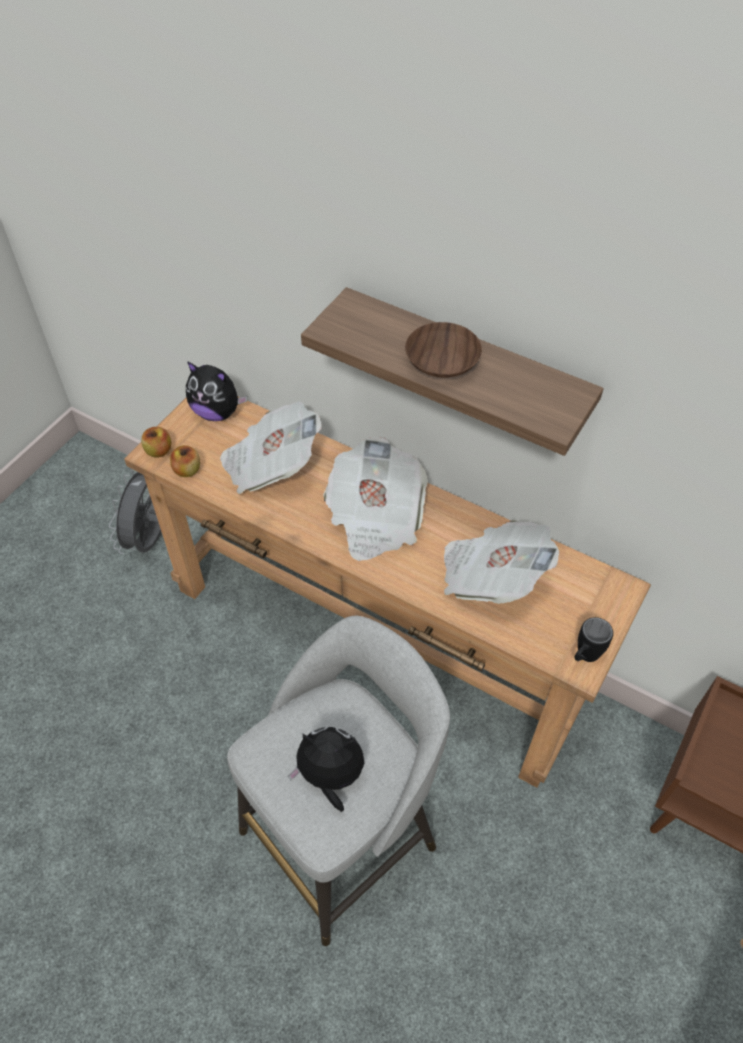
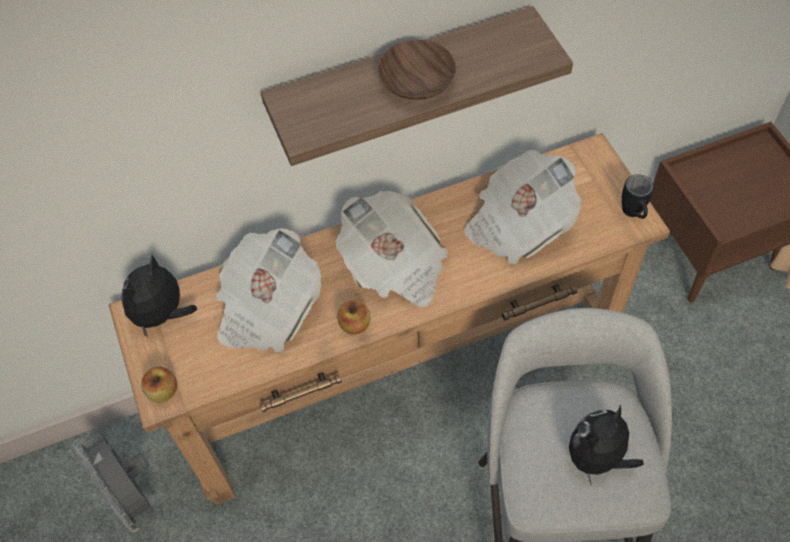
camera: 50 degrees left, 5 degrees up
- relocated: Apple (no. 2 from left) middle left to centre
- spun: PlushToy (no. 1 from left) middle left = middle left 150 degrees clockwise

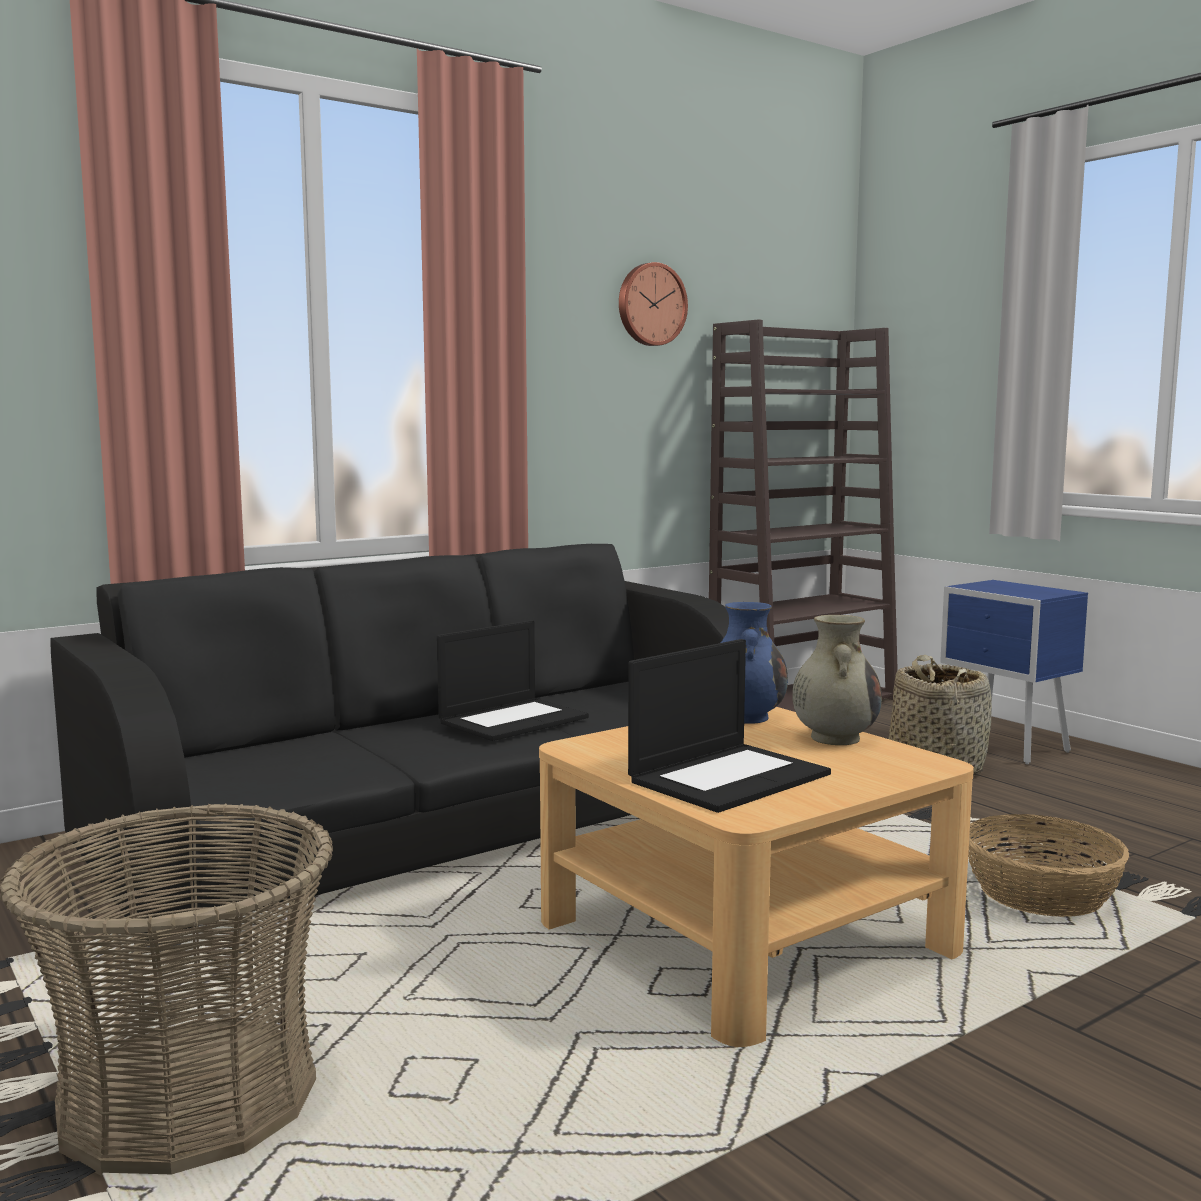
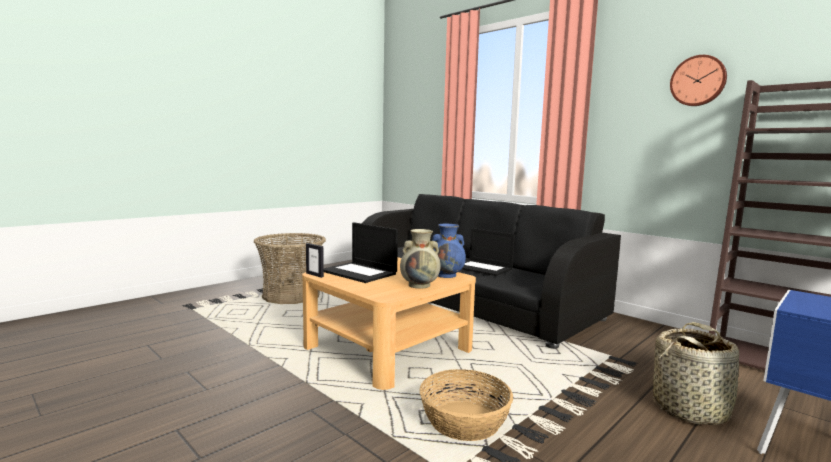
camera: 80 degrees right, 0 degrees up
- appeared: PictureFrame centre

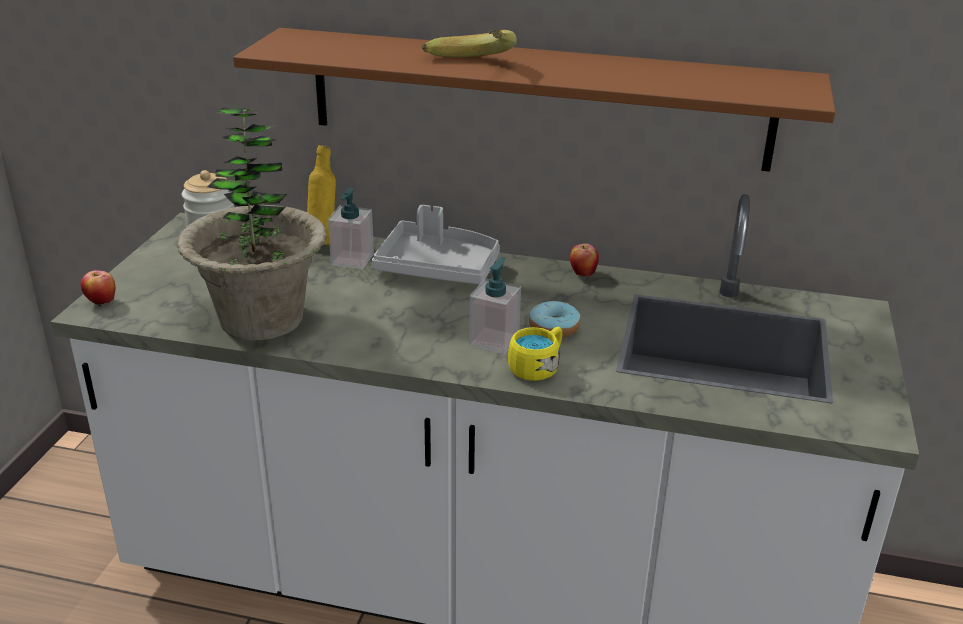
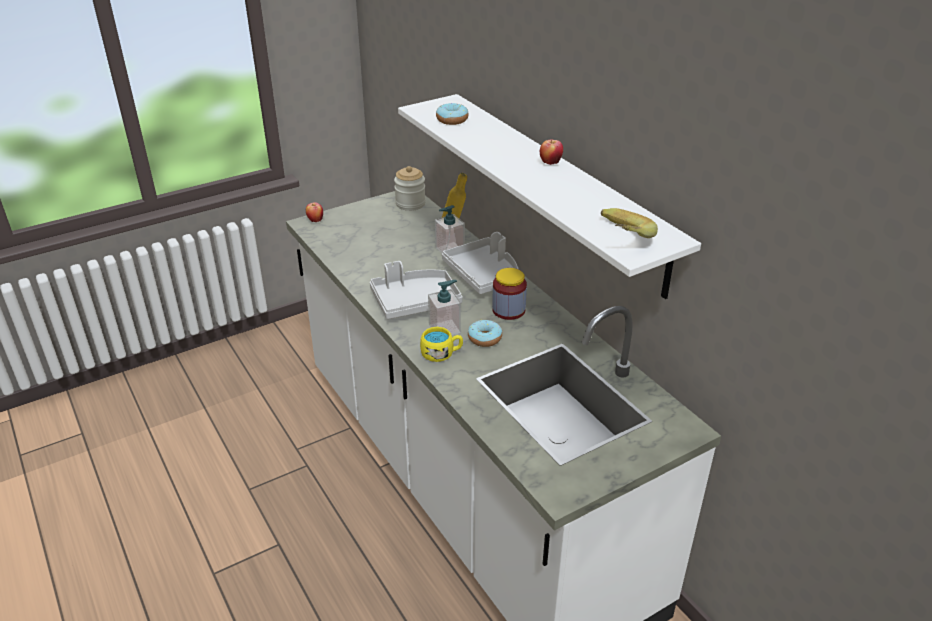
camera: 45 degrees right, 5 degrees up
- missing: PlantInAPot middle left
- colour: BrownishShelf top centre to WhiteShelf top centre
- relocated: WholeBanana top centre to middle right
- relocated: Apple (no. 2 from left) centre to top centre
- appeared: GreyishServingTray (no. 1 from left) centre
- appeared: Donut (no. 1 from left) top centre
- appeared: PreserveJar (no. 2 from left) centre

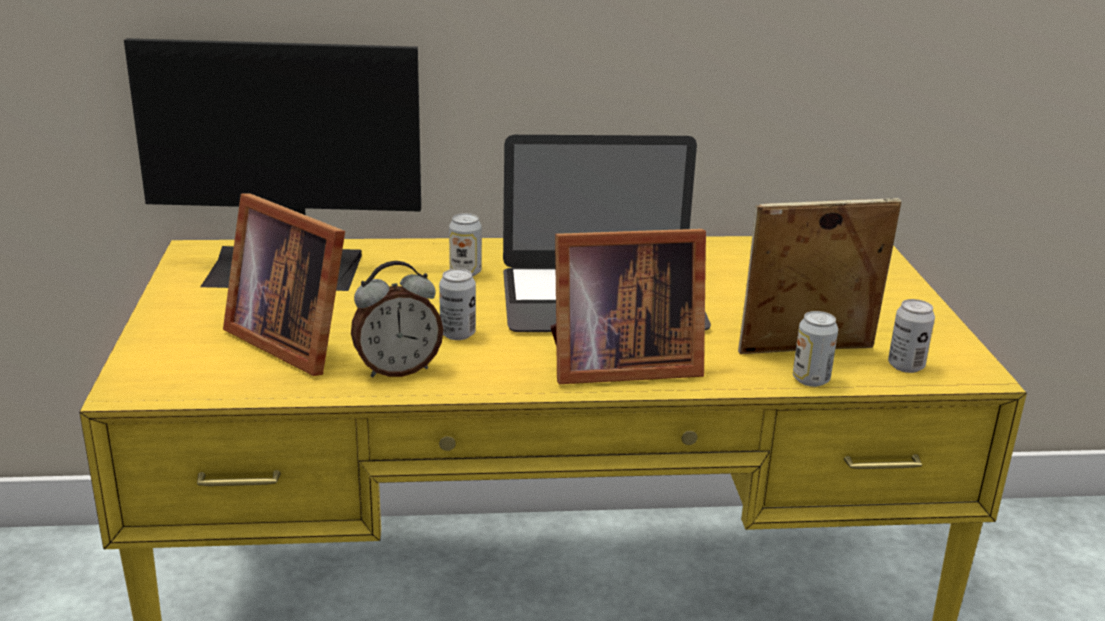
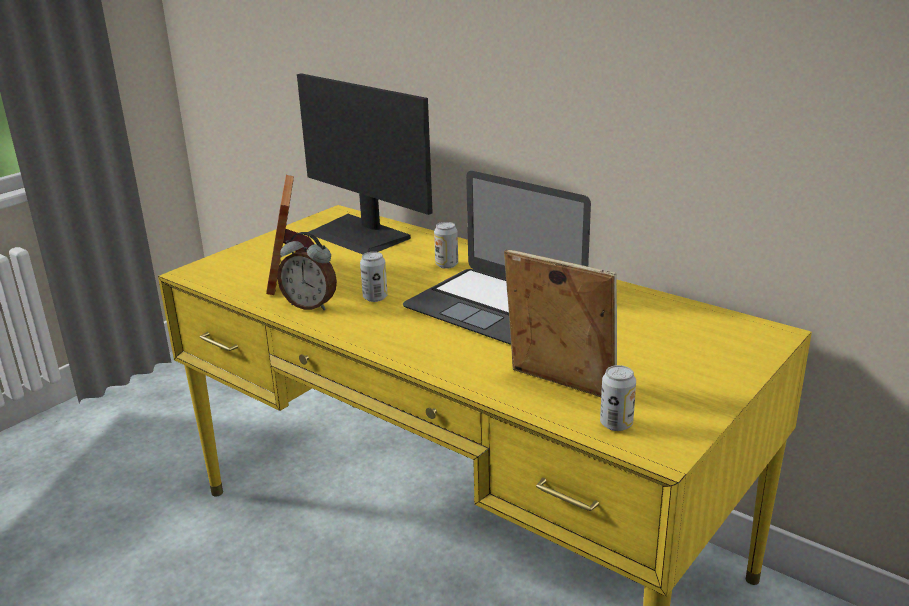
camera: 45 degrees right, 0 degrees up
- missing: PictureFrame (no. 2 from left) centre
- missing: SealedCan (no. 3 from left) middle right

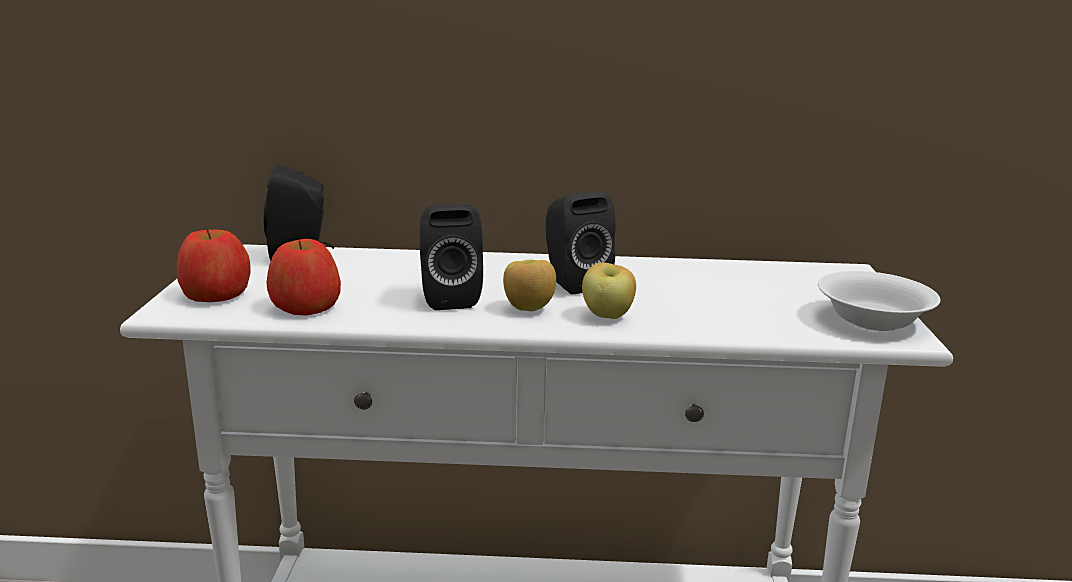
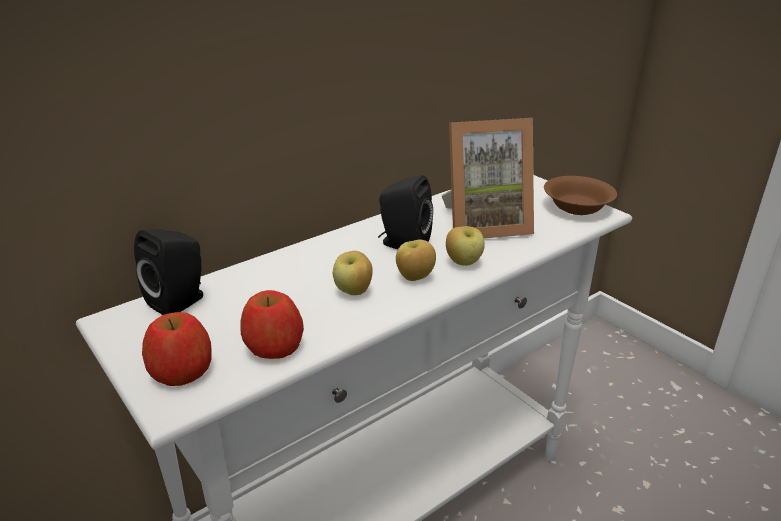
camera: 40 degrees left, 10 degrees up
- exchanged: BlackishAudioSpeaker (no. 2 from left) centre to Apple (no. 3 from left) centre
- colour: WhiteDeepDish middle right to BrownishDeepDish middle right
- appeared: PictureFrame centre

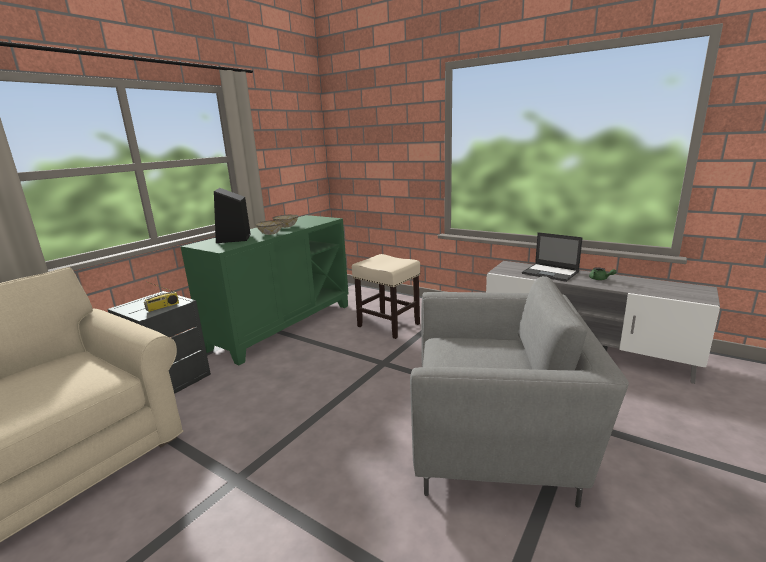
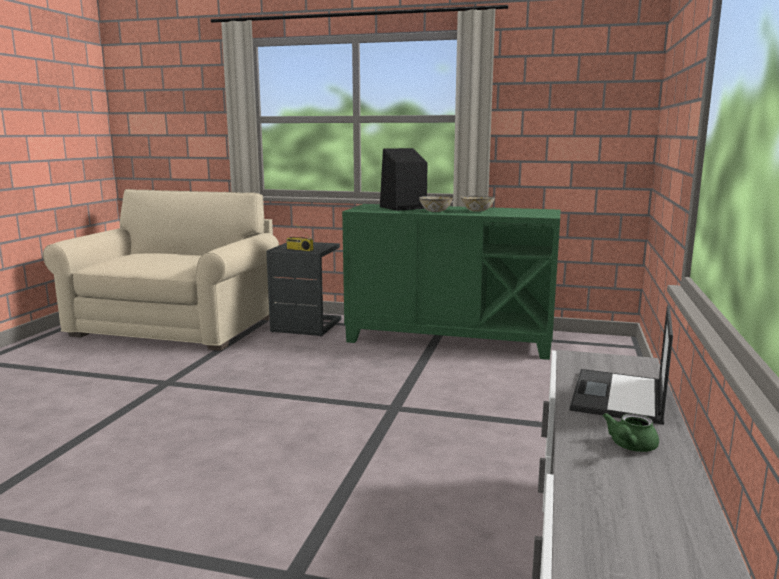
camera: 70 degrees right, 5 degrees down
- missing: BeigeSittingStool centre
- missing: GreyishLoungeChair bottom right

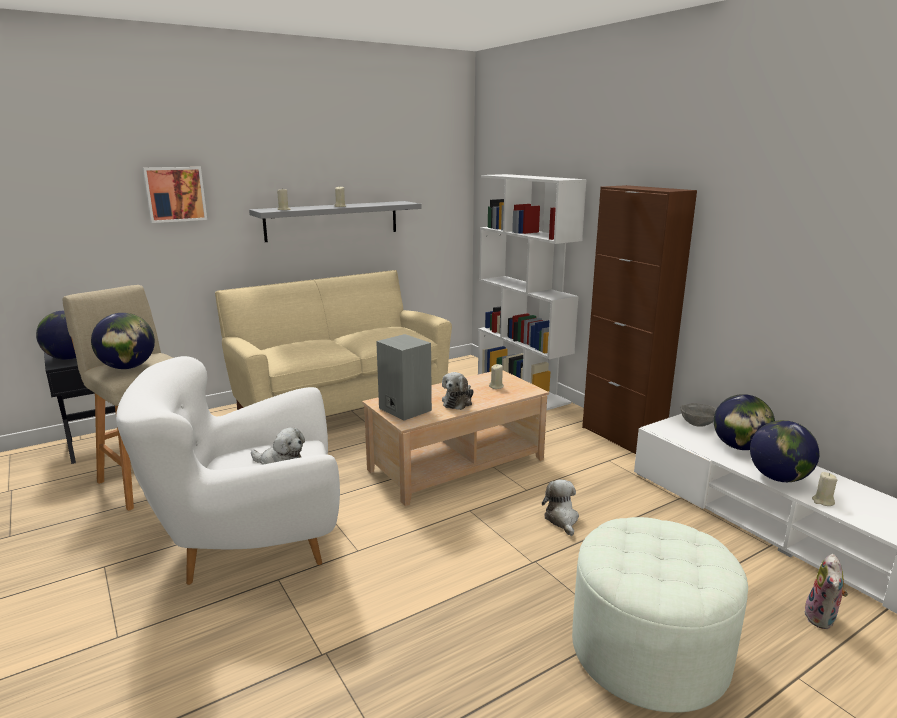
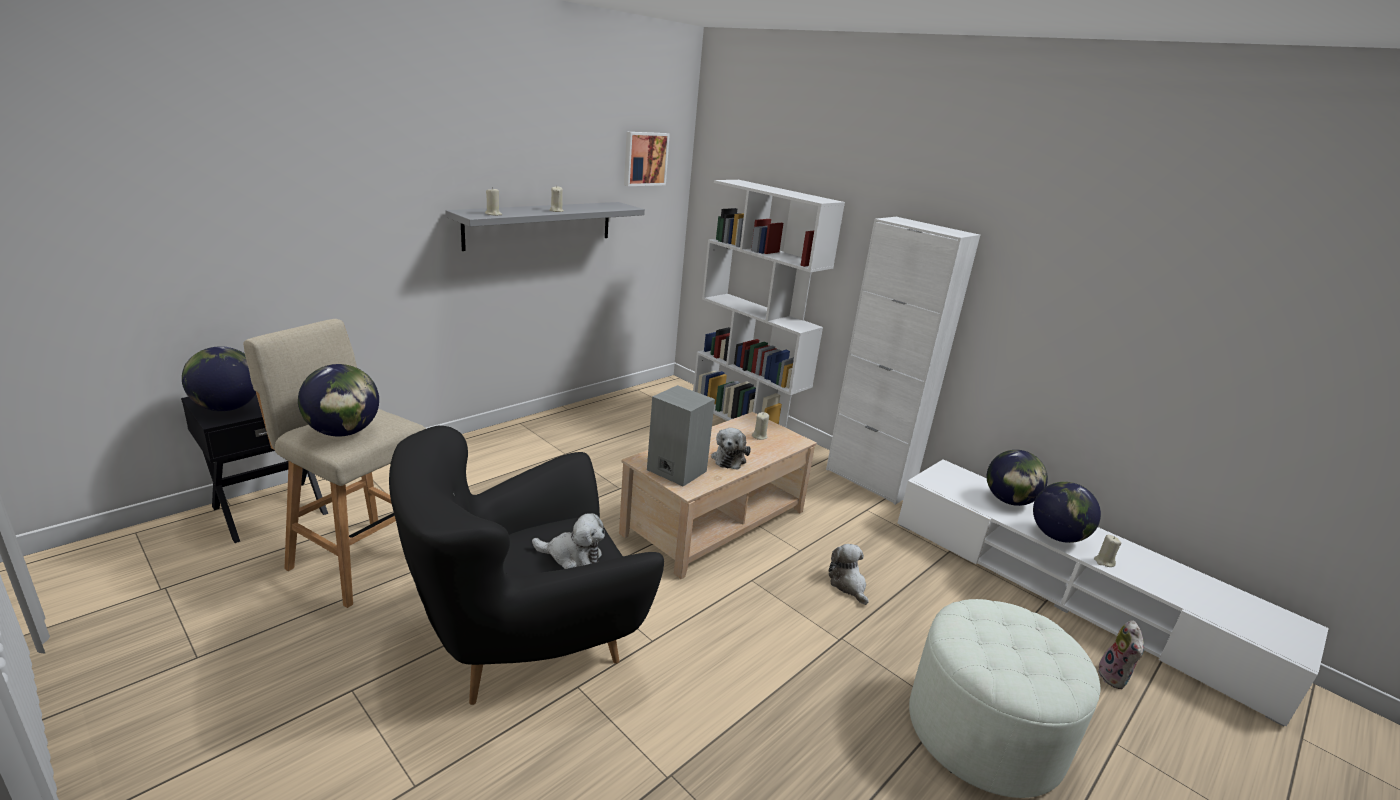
camera: 15 degrees left, 5 degrees up
- colour: WhiteLoungeChair middle left to BlackishLoungeChair bottom centre
- relocated: Picture top left to top centre
- missing: BeigeSofa centre
- colour: BrownishCabinet middle right to WhiteCabinet centre
- missing: GreyishDeepDish middle right

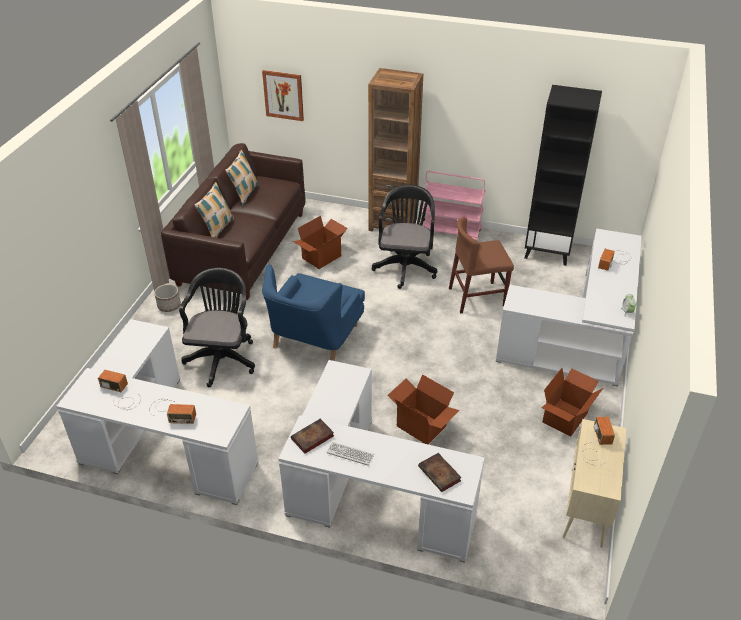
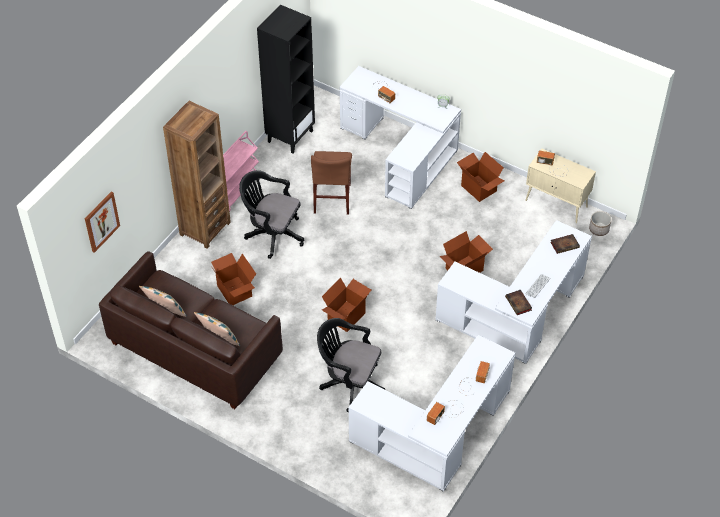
camera: 75 degrees left, 10 degrees up
- relocated: Planter middle left to middle right
- exchanged: BluishLoungeChair centre to PackingBox (no. 2 from left) centre

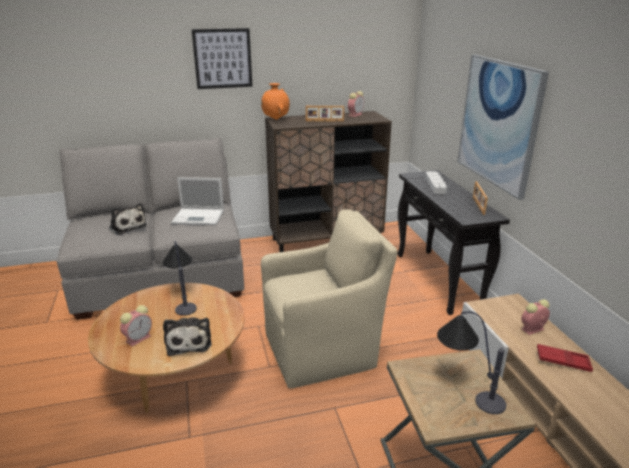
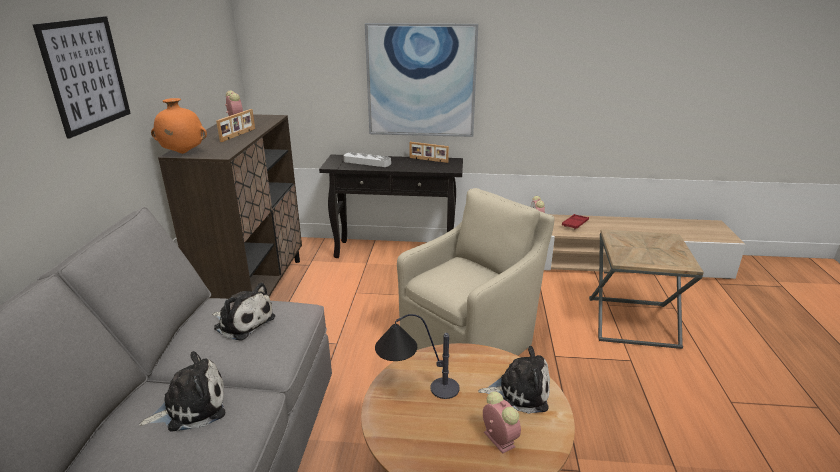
camera: 70 degrees left, 0 degrees up
- exchanged: NotebookComputer middle left to PlushToy (no. 2 from left) middle left
- spun: BeigeLoungeChair centre = centre 45 degrees clockwise
- missing: LampForATable (no. 2 from left) bottom right

